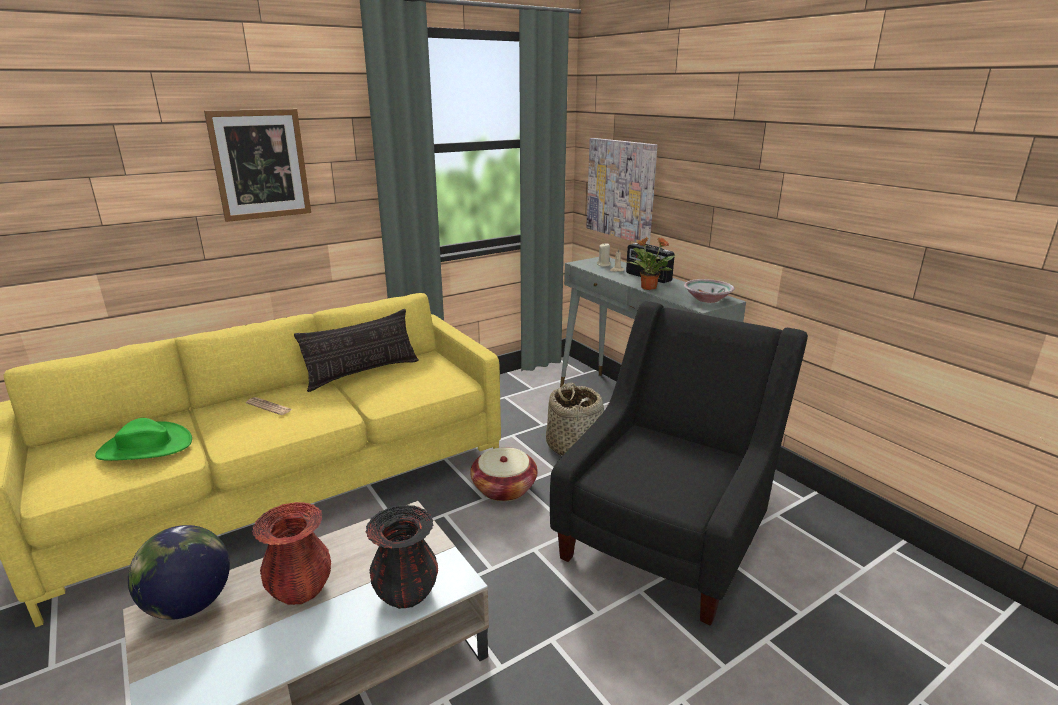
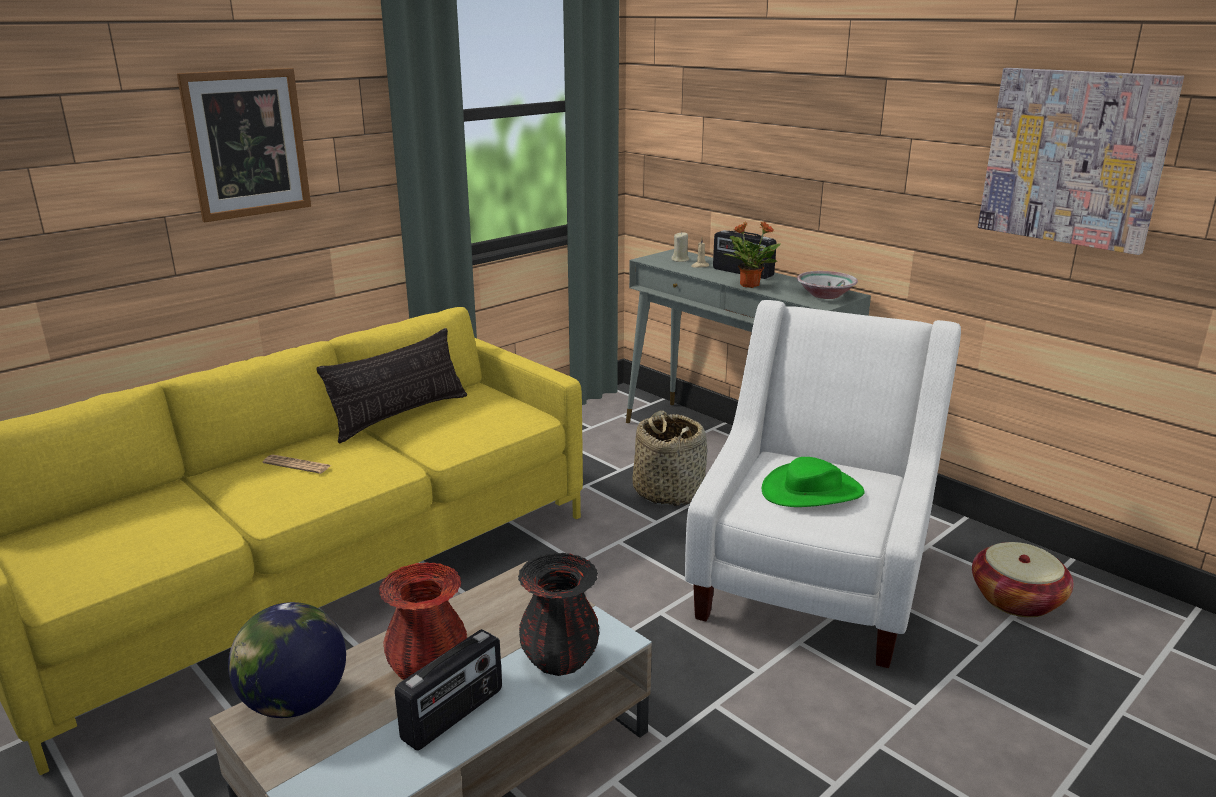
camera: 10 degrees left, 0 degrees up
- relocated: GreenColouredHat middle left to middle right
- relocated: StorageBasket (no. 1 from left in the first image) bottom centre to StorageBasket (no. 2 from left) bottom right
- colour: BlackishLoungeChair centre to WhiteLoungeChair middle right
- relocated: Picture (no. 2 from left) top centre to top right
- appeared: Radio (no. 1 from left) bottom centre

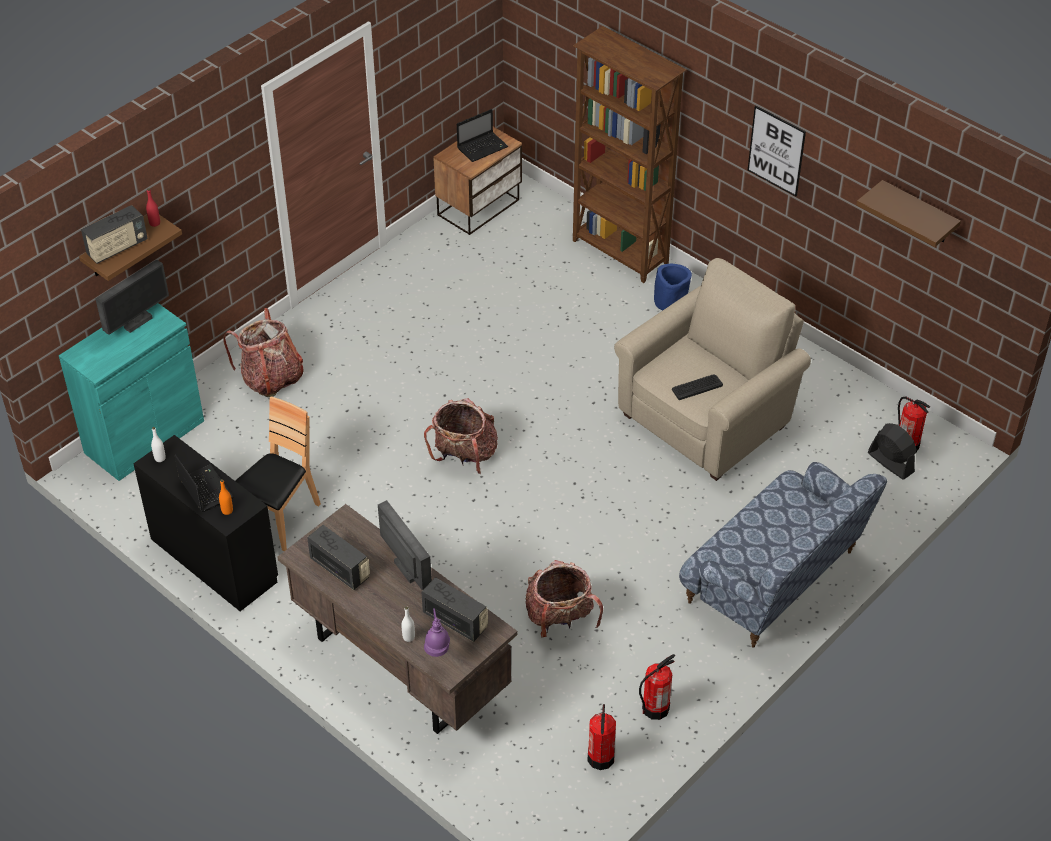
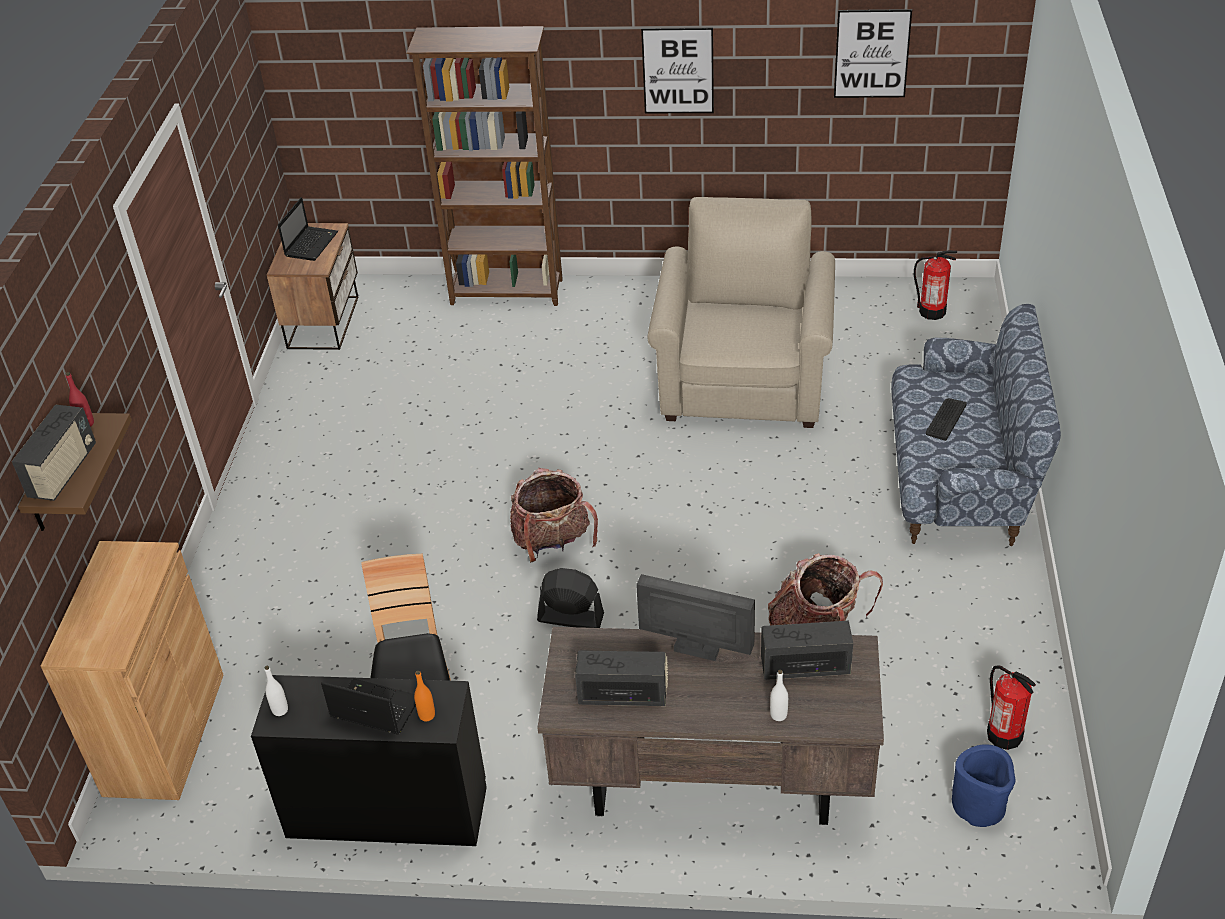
camera: 35 degrees left, 5 degrees down
- colour: TurquoiseCabinet middle left to BrownishCabinet bottom left
- missing: ComputerDisplay (no. 1 from left) middle left
- missing: Backpack (no. 1 from left) middle left
- missing: PurpleLampForATable bottom centre
- missing: Extinguisher (no. 2 from left) bottom centre
- relocated: BluishPlanter centre to bottom right
- relocated: PcKeyboard centre to middle right
- exchanged: BrownishShelf (no. 2 from left) top right to Picture (no. 2 from left) top right
- relocated: BlackishFan middle right to centre

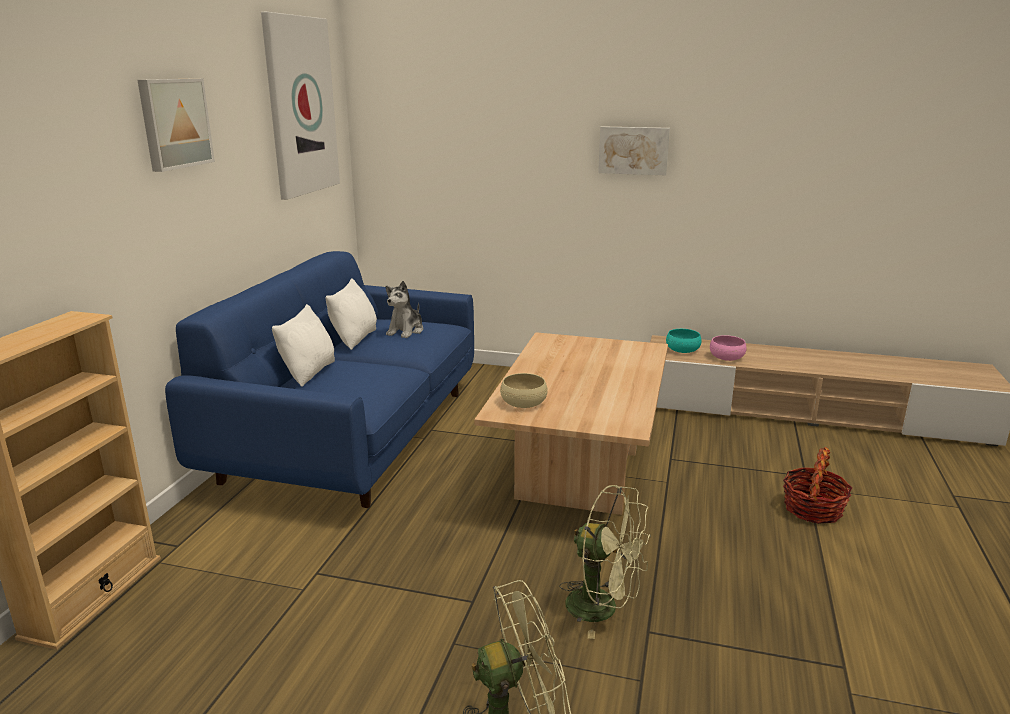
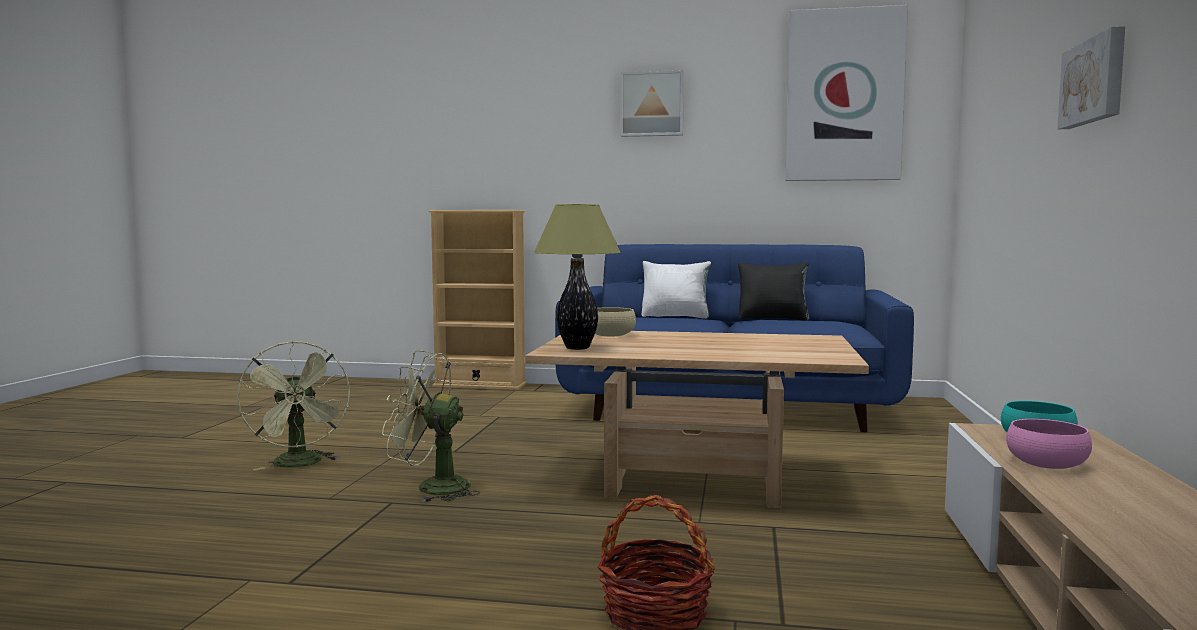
camera: 85 degrees right, 15 degrees down
- colour: WhiteThrowPillow (no. 2 from left) centre to BlackishThrowPillow centre
- missing: PlushToy centre
- spun: GreenColouredFan (no. 2 from left) bottom centre = bottom centre 75 degrees clockwise
- appeared: LampForATable centre

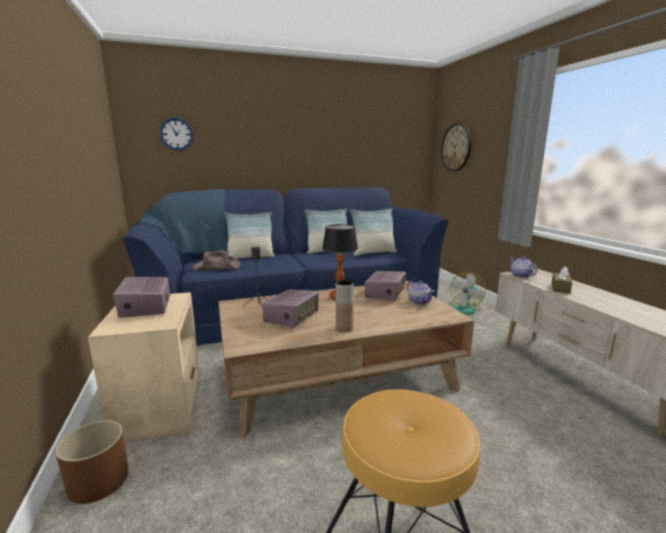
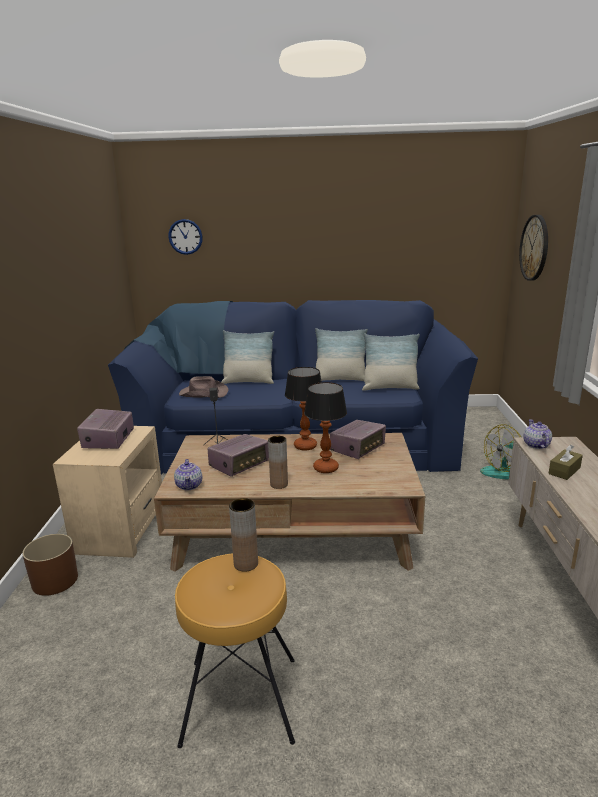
camera: 20 degrees right, 5 degrees up
- relocated: Teapot (no. 1 from left) centre to middle left
- appeared: BrownishFlowerVase (no. 1 from left) bottom centre
- appeared: LampForATable (no. 2 from left) centre

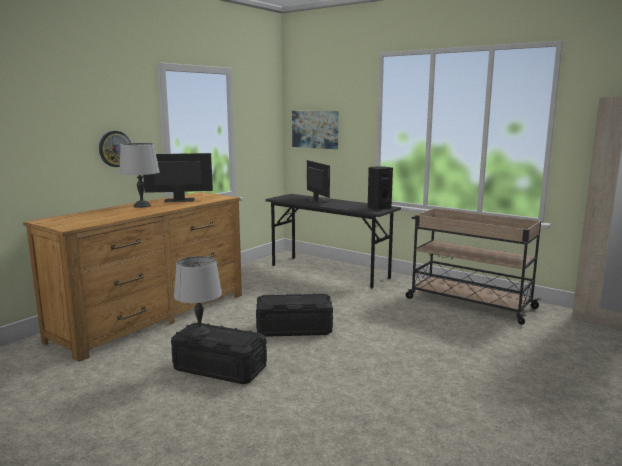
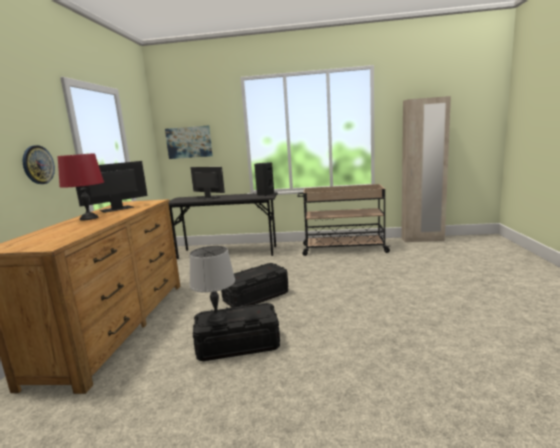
camera: 30 degrees left, 0 degrees up
- colour: GreyishLampForATable (no. 1 from left) middle left to RedLampForATable middle left

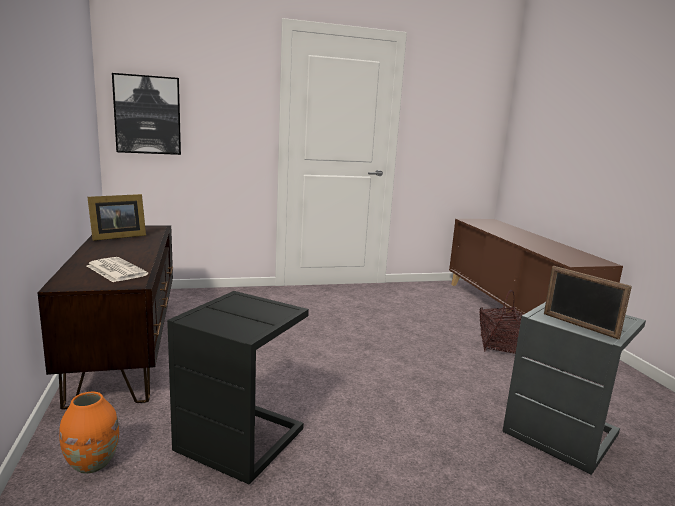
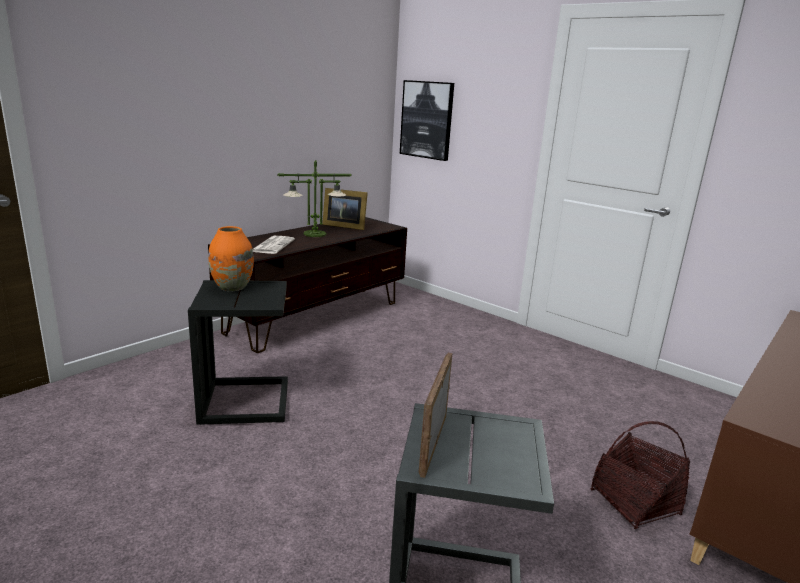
camera: 55 degrees right, 5 degrees up
- relocated: OrangeFlowerVase bottom left to middle left
- appeared: LampForATable centre

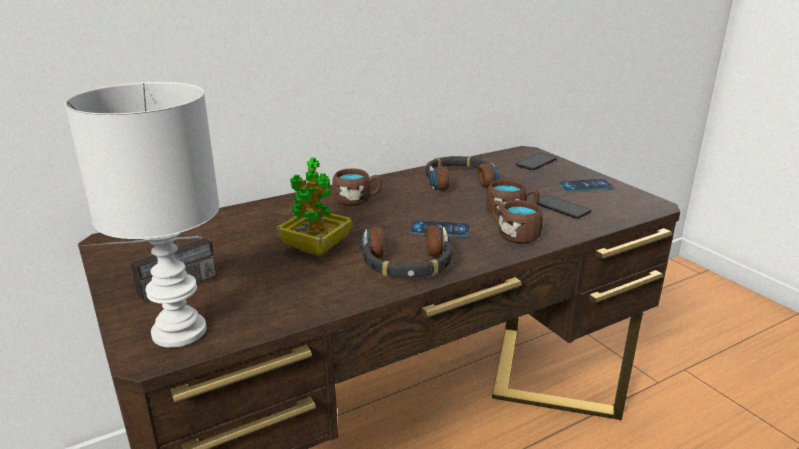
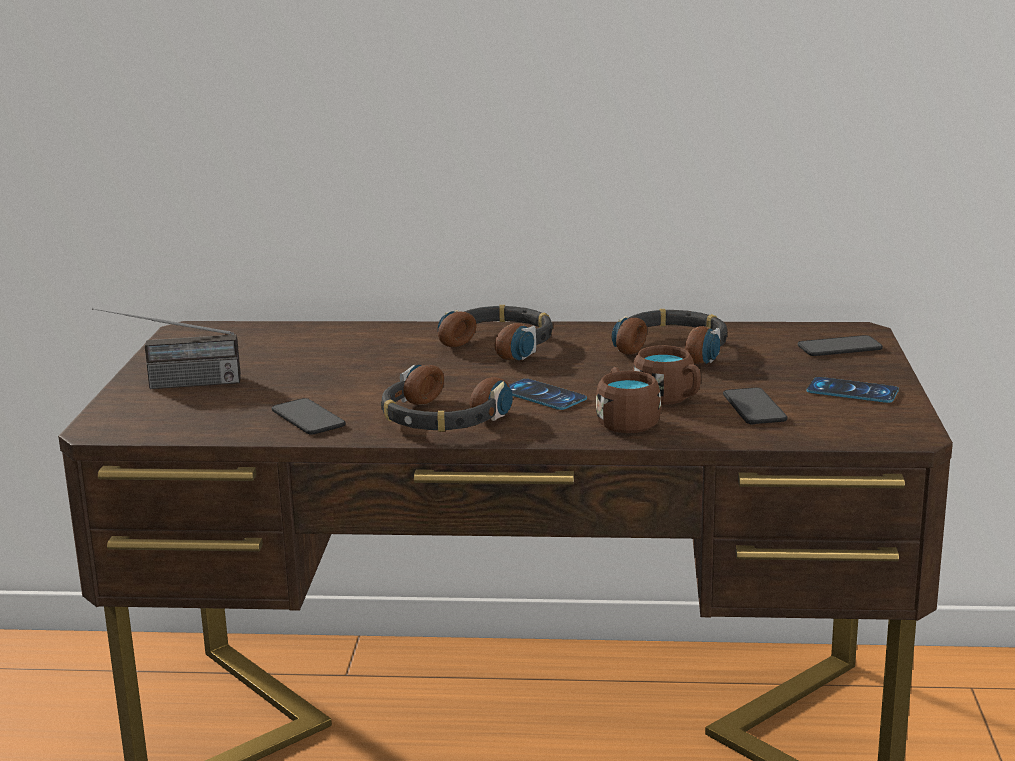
camera: 35 degrees right, 5 degrees down
- missing: WhiteLampForATable middle left
- missing: PlantInAPot centre
- exchanged: BrownishMug (no. 1 from left) centre to Headphones (no. 2 from left) centre
- appeared: Handset (no. 1 from left) middle left

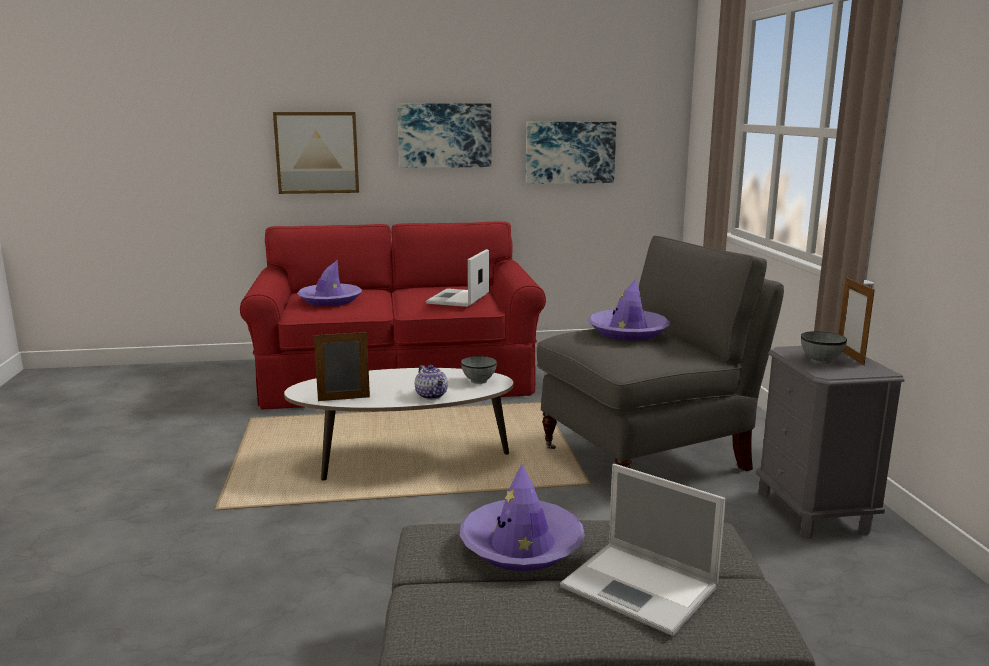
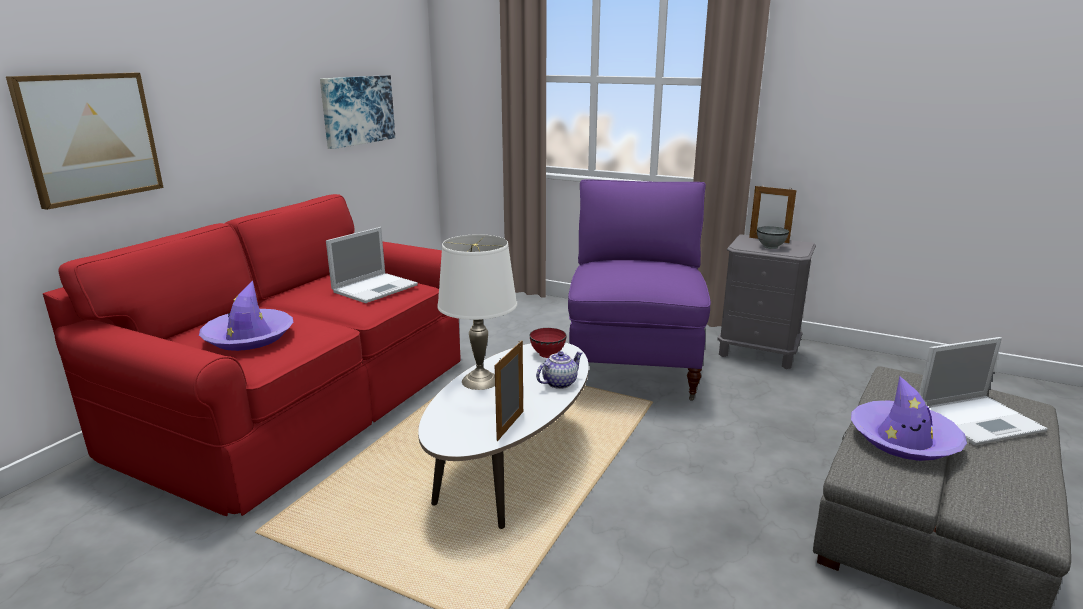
camera: 55 degrees left, 5 degrees up
- missing: Picture (no. 2 from left) top centre
- spun: Teapot centre = centre 45 degrees counterclockwise
- spun: NotebookComputer (no. 1 from left) centre = centre 105 degrees counterclockwise
- colour: GreyishDeepDish (no. 1 from left) centre to RedDeepDish centre
- colour: GreyishLoungeChair middle right to PurpleLoungeChair centre
- missing: PurpleHat (no. 3 from left) centre
- appeared: WhiteLampForATable centre

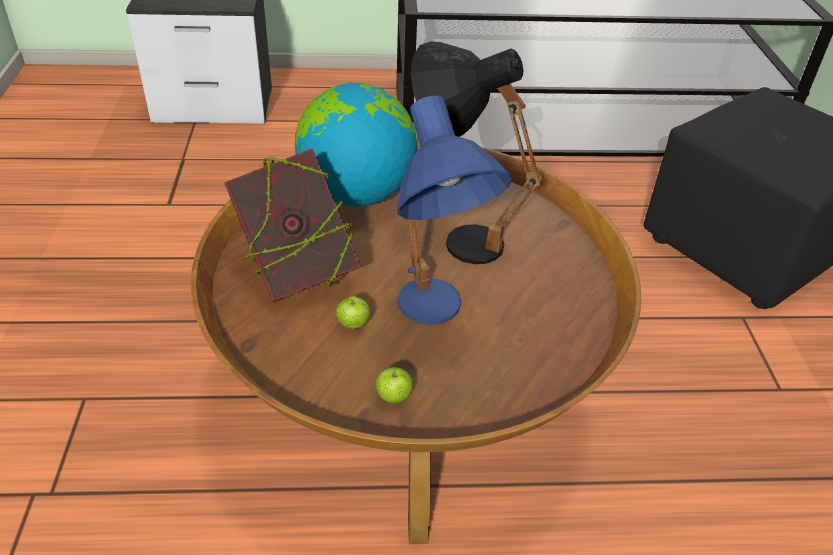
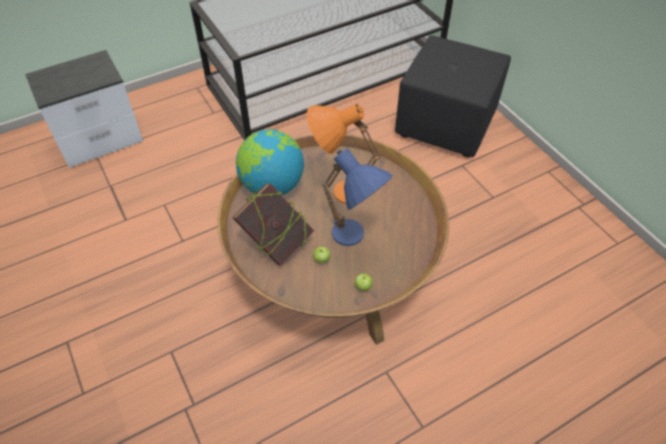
camera: 25 degrees left, 10 degrees up
- colour: BlackishLampForATable top centre to OrangeLampForATable centre

